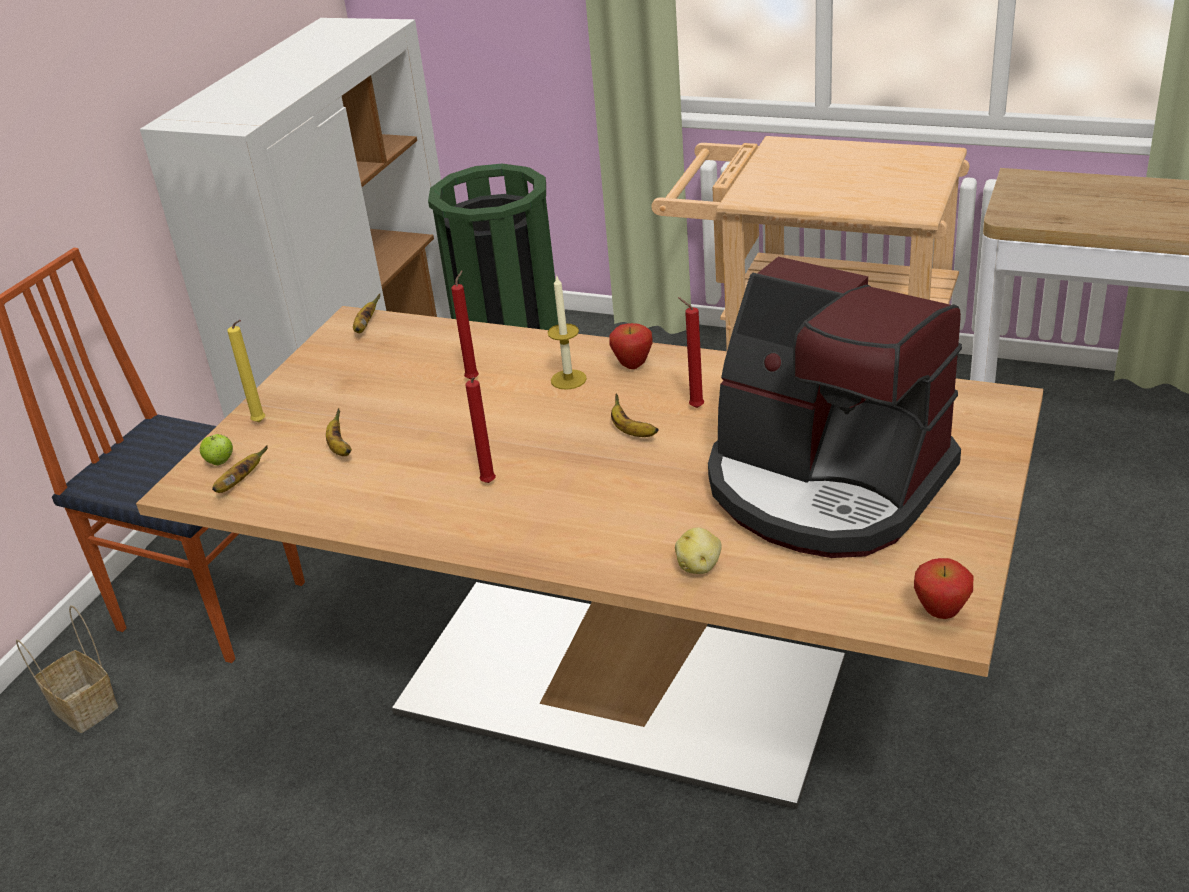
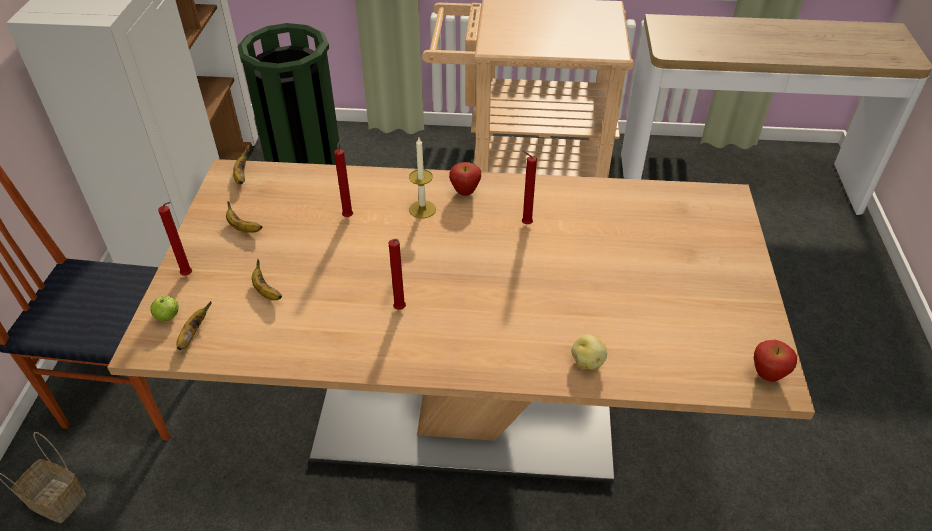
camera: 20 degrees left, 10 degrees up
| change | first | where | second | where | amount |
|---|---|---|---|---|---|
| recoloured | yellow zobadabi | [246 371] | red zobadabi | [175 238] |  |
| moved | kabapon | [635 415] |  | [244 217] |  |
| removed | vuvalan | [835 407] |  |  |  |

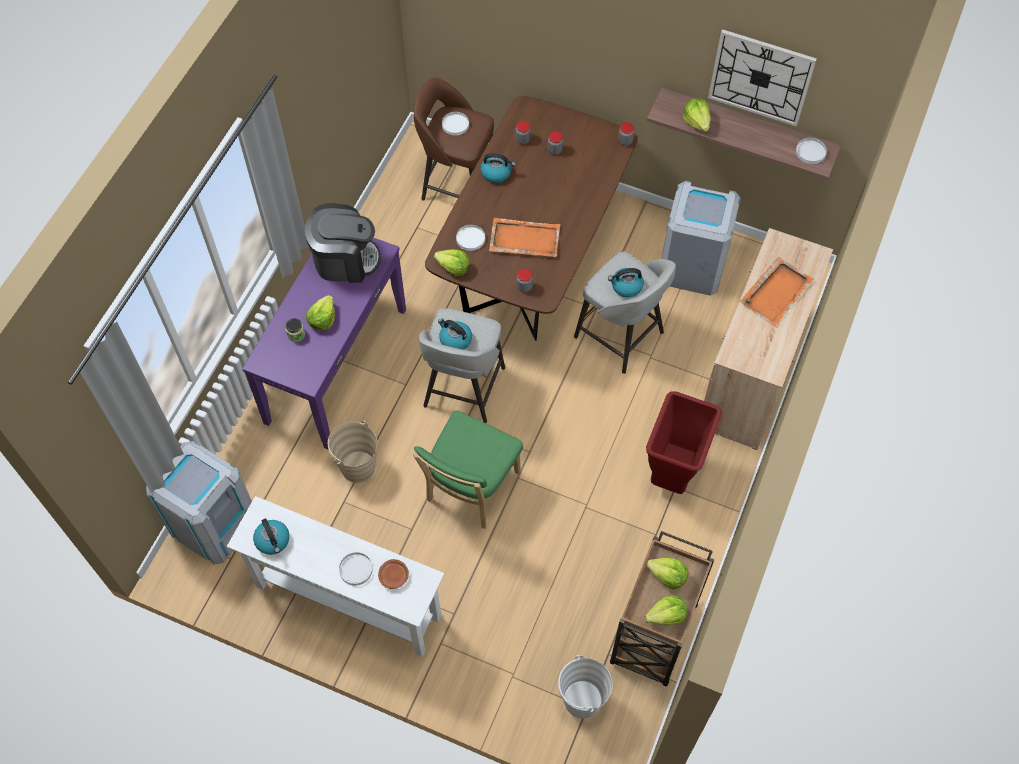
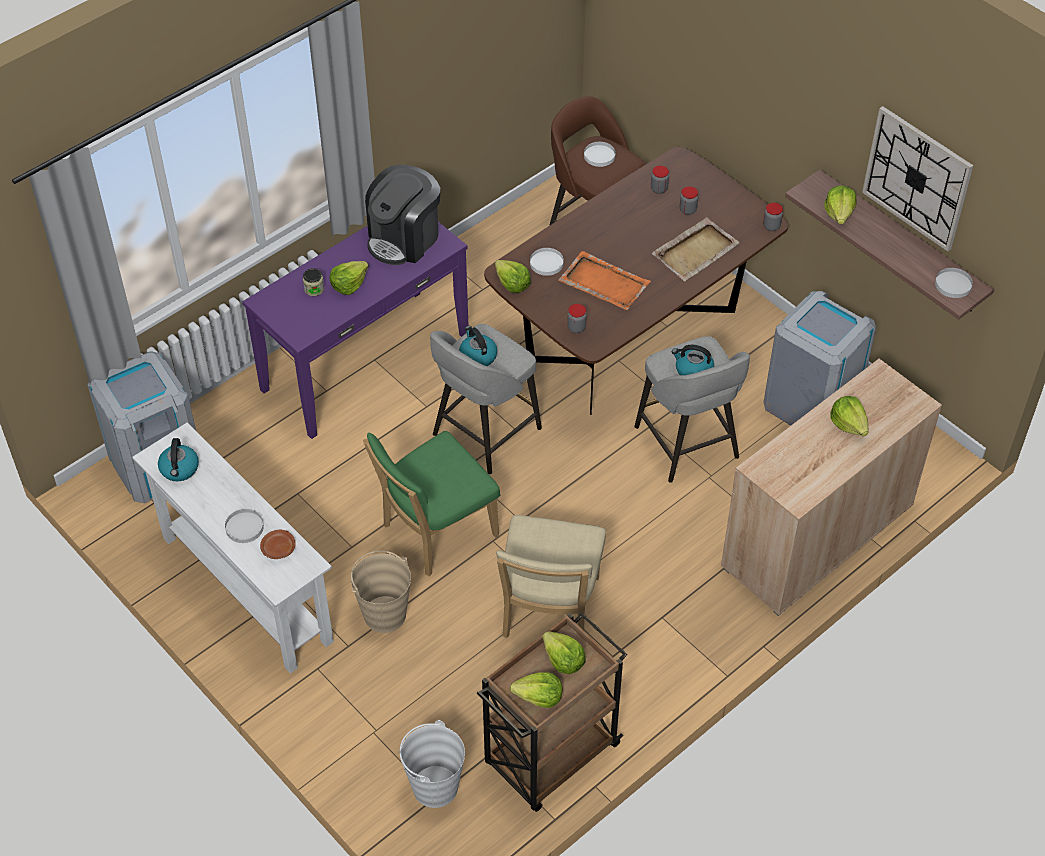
camera: 25 degrees right, 10 degrees down
| change | first | where | second | where | amount |
|---|---|---|---|---|---|
| turned | vuvalan | [343 243] |  | [402 214] | 105 degrees clockwise |
| moved | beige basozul | [352 451] |  | [381 592] |  |
| removed | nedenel | [498 168] |  |  |  |
| removed | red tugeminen | [684 442] |  |  |  |
| replaced | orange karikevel | [777 292] | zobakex | [849 416] |  |
| added |  |  | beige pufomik | [551 576] |  |
| added |  |  | beige karikevel | [696 249] |  |

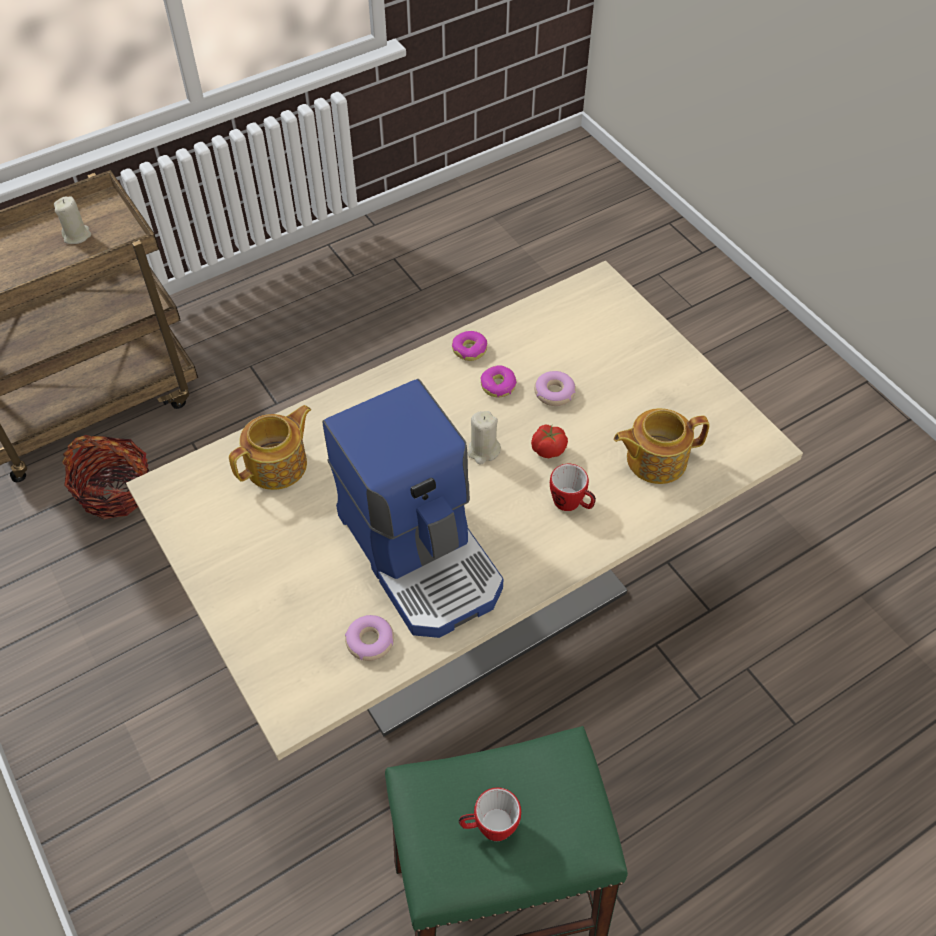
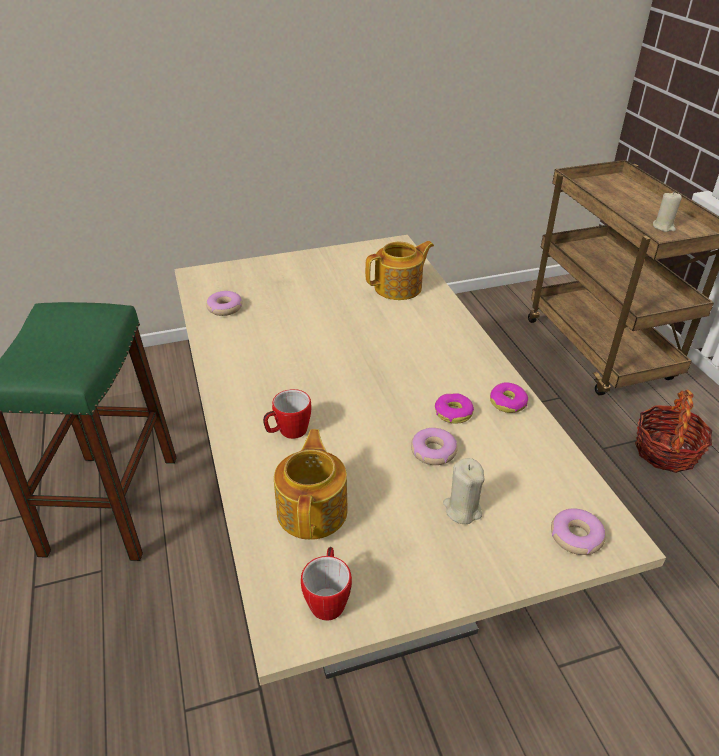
camera: 105 degrees right, 15 degrees down
| change | first | where | second | where | amount |
|---|---|---|---|---|---|
| moved | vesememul | [105 477] |  | [673 431] |  |
| turned | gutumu | [270 447] |  | [399 270] | 90 degrees counterclockwise |
| removed | vuvalan | [413 508] |  |  |  |
| moved | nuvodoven | [490 814] |  | [326 584] |  |
| moved | beige zobadabi | [484 438] |  | [463 491] |  |
| removed | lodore | [549 441] |  |  |  |
| added |  |  | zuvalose | [578 531] |  |

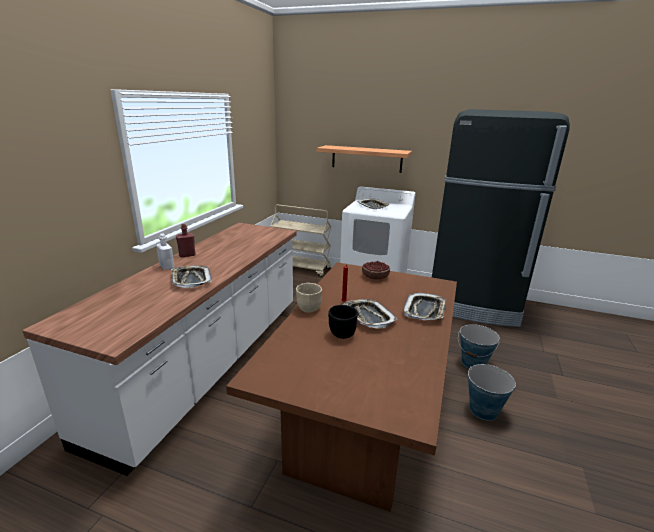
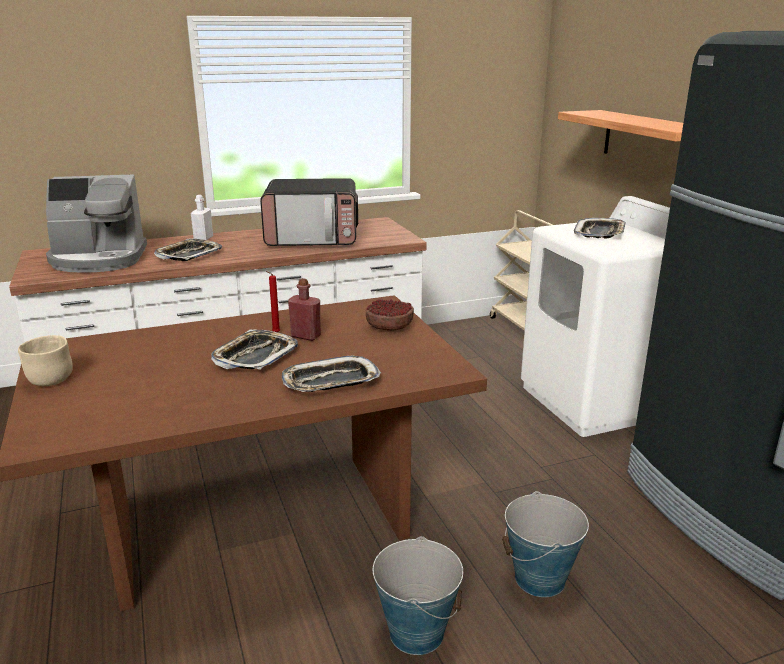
camera: 50 degrees right, 0 degrees up
| change | first | where | second | where | amount |
|---|---|---|---|---|---|
| moved | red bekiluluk | [185 240] |  | [304 309] |  |
| moved | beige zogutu | [309 298] |  | [45 360] |  |
| removed | black zogutu | [343 322] |  |  |  |
| added |  |  | vuvalan | [96 224] |  |
| added |  |  | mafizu | [309 212] |  |

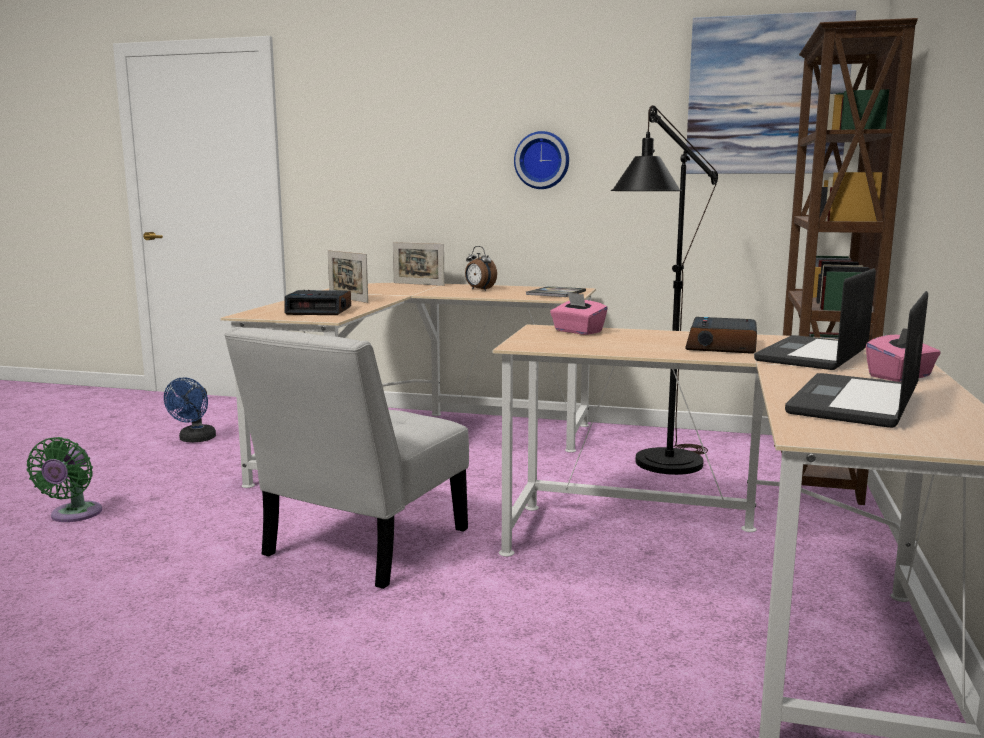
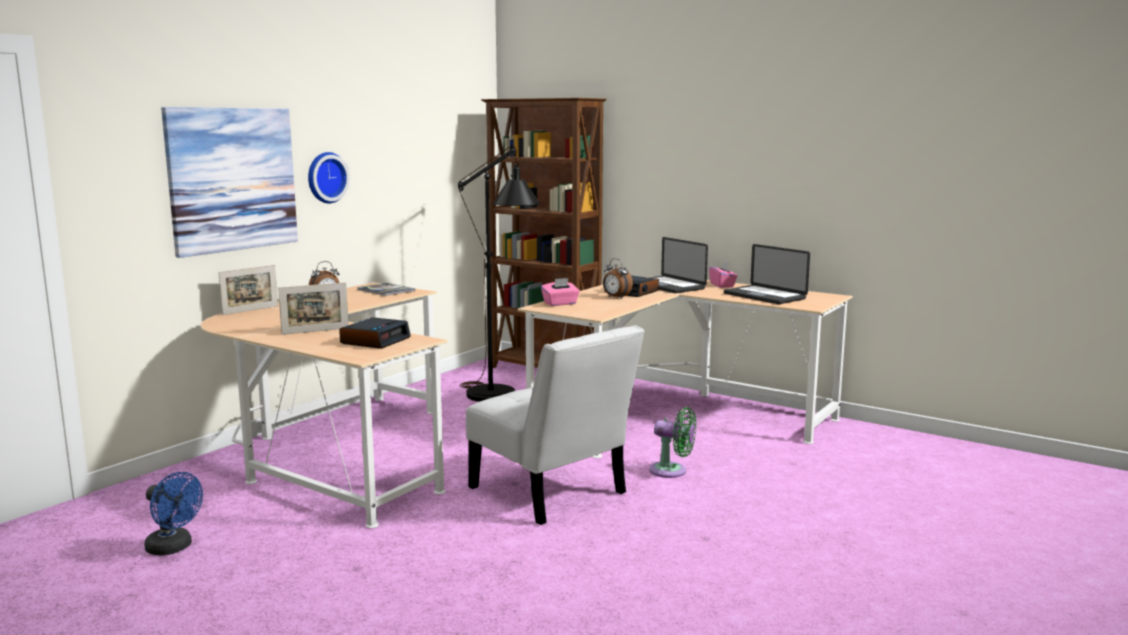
camera: 70 degrees left, 0 degrees up
| change | first | where | second | where | amount |
|---|---|---|---|---|---|
| moved | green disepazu | [64 479] |  | [673 442] |  |
| moved | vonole | [771 92] |  | [229 182] |  |
| added |  |  | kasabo | [618 278] |  |

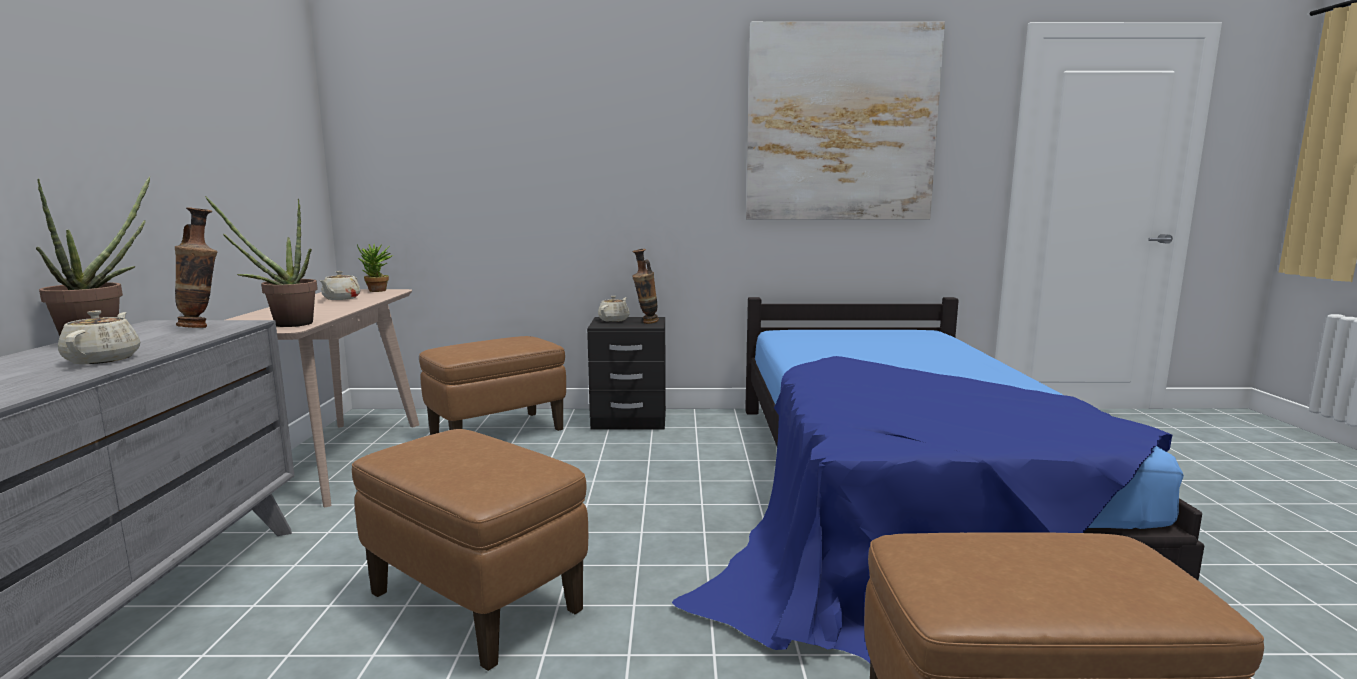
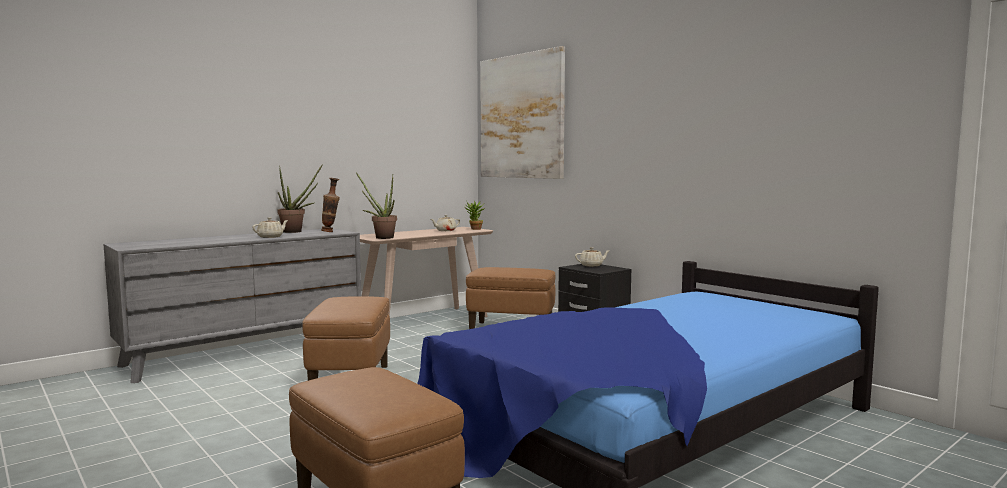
camera: 50 degrees right, 5 degrees down
| change | first | where | second | where | amount |
|---|---|---|---|---|---|
| removed | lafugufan | [645 286] |  |  |  |
| moved | vonole | [845 121] |  | [522 112] |  |

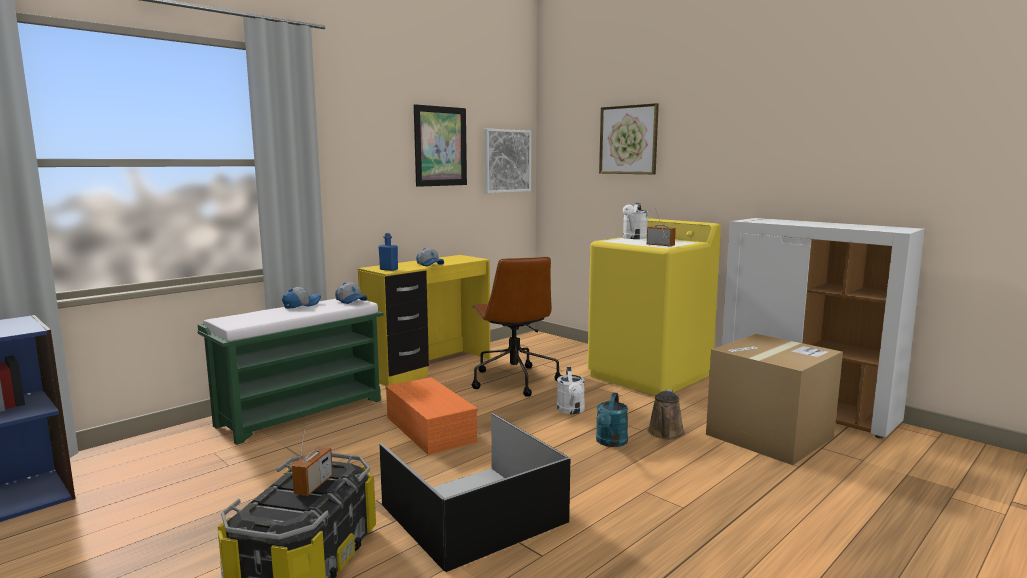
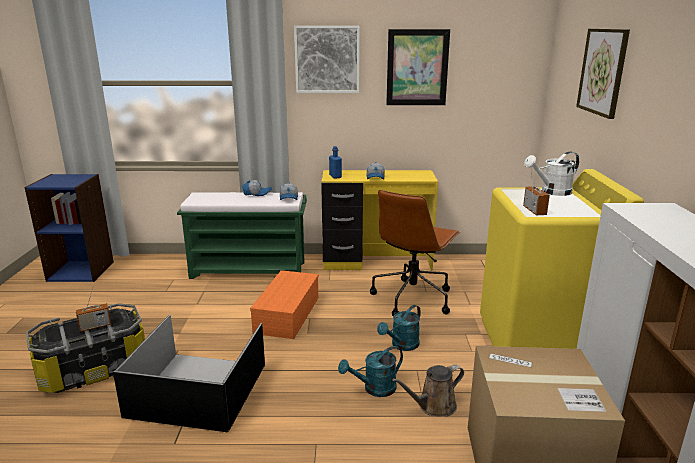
camera: 45 degrees right, 10 degrees up
| change | first | where | second | where | amount |
|---|---|---|---|---|---|
| moved | vonole | [507 161] |  | [327 59] |  |
| recoloured | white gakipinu | [571 390] | turquoise gakipinu | [399 328] |  |

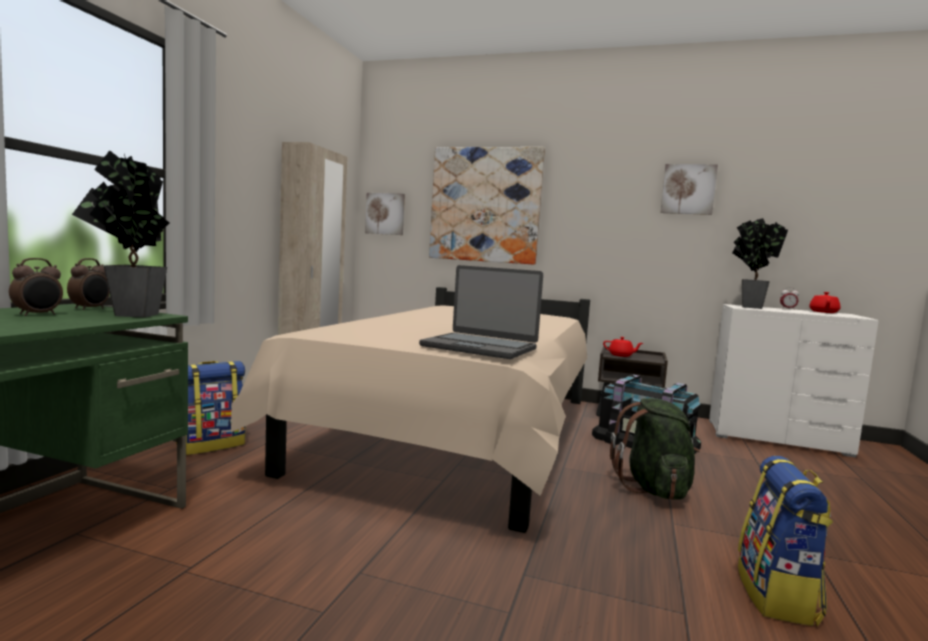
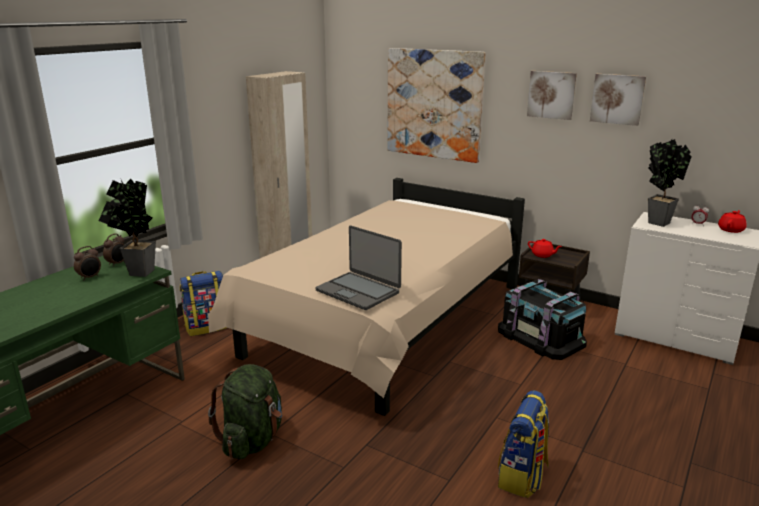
camera: 15 degrees right, 15 degrees up
| change | first | where | second | where | amount |
|---|---|---|---|---|---|
| moved | vonole | [385 214] |  | [552 95] |  |
| moved | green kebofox | [655 449] |  | [245 411] |  |

